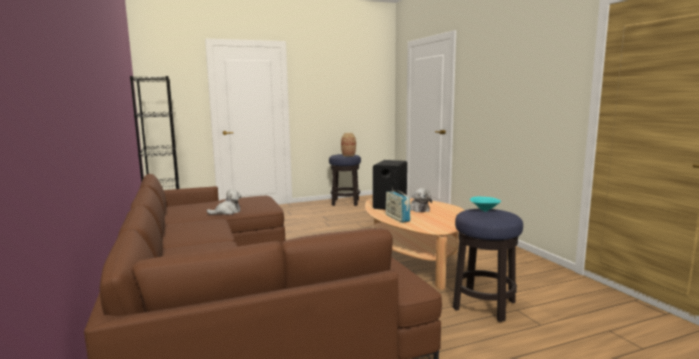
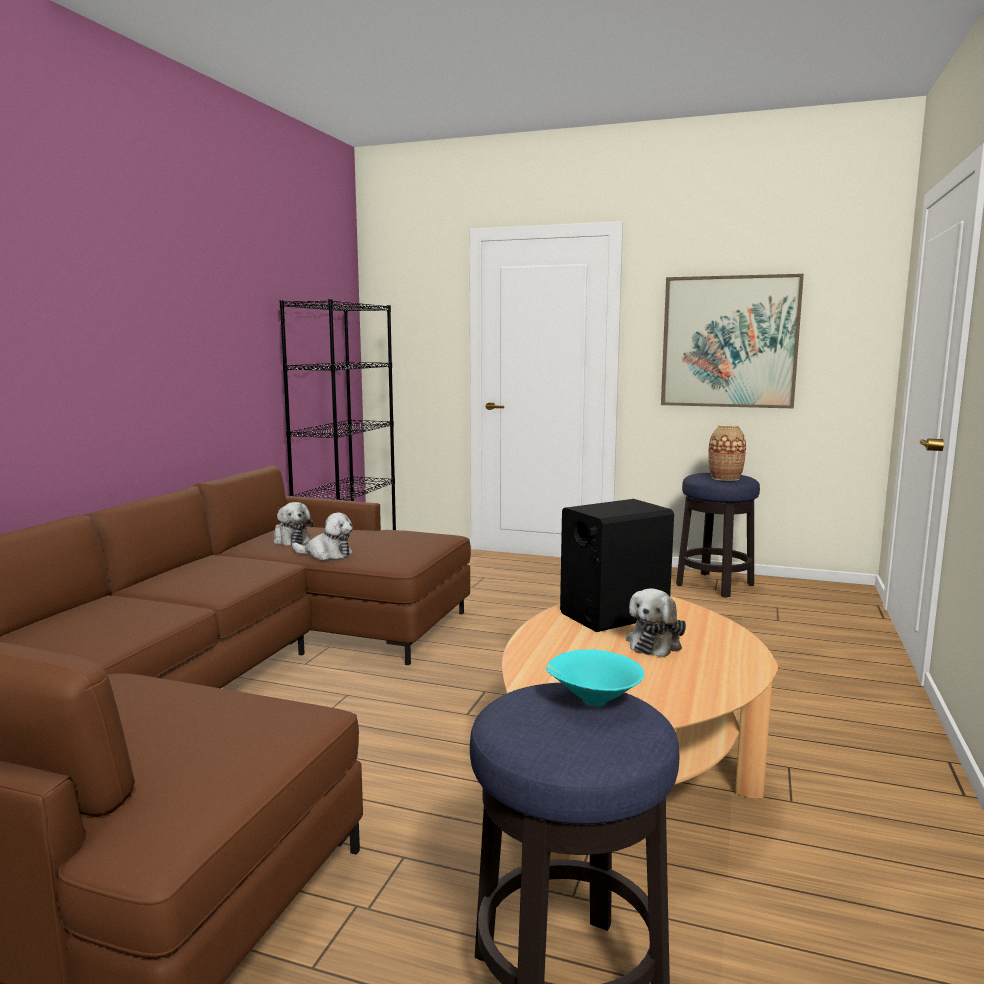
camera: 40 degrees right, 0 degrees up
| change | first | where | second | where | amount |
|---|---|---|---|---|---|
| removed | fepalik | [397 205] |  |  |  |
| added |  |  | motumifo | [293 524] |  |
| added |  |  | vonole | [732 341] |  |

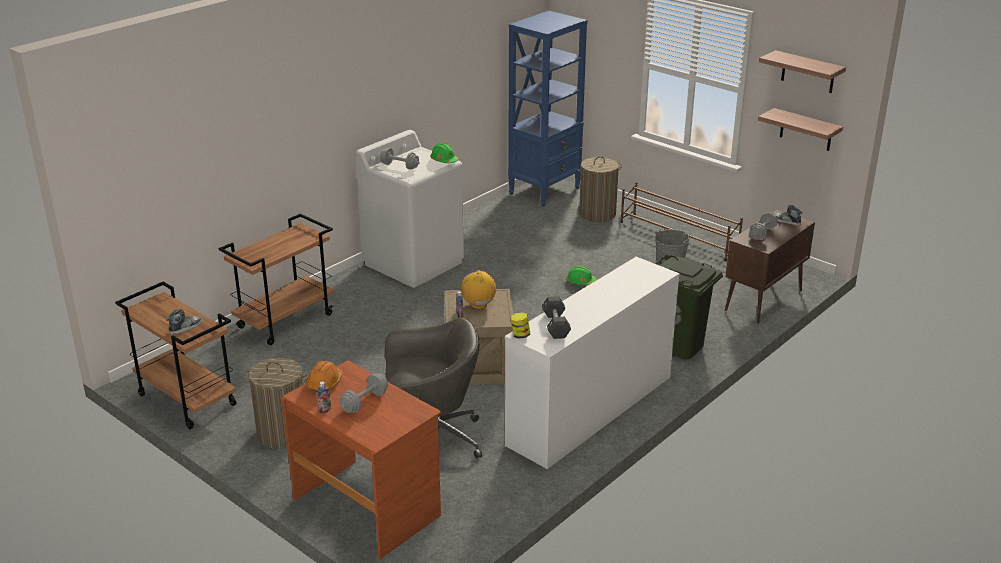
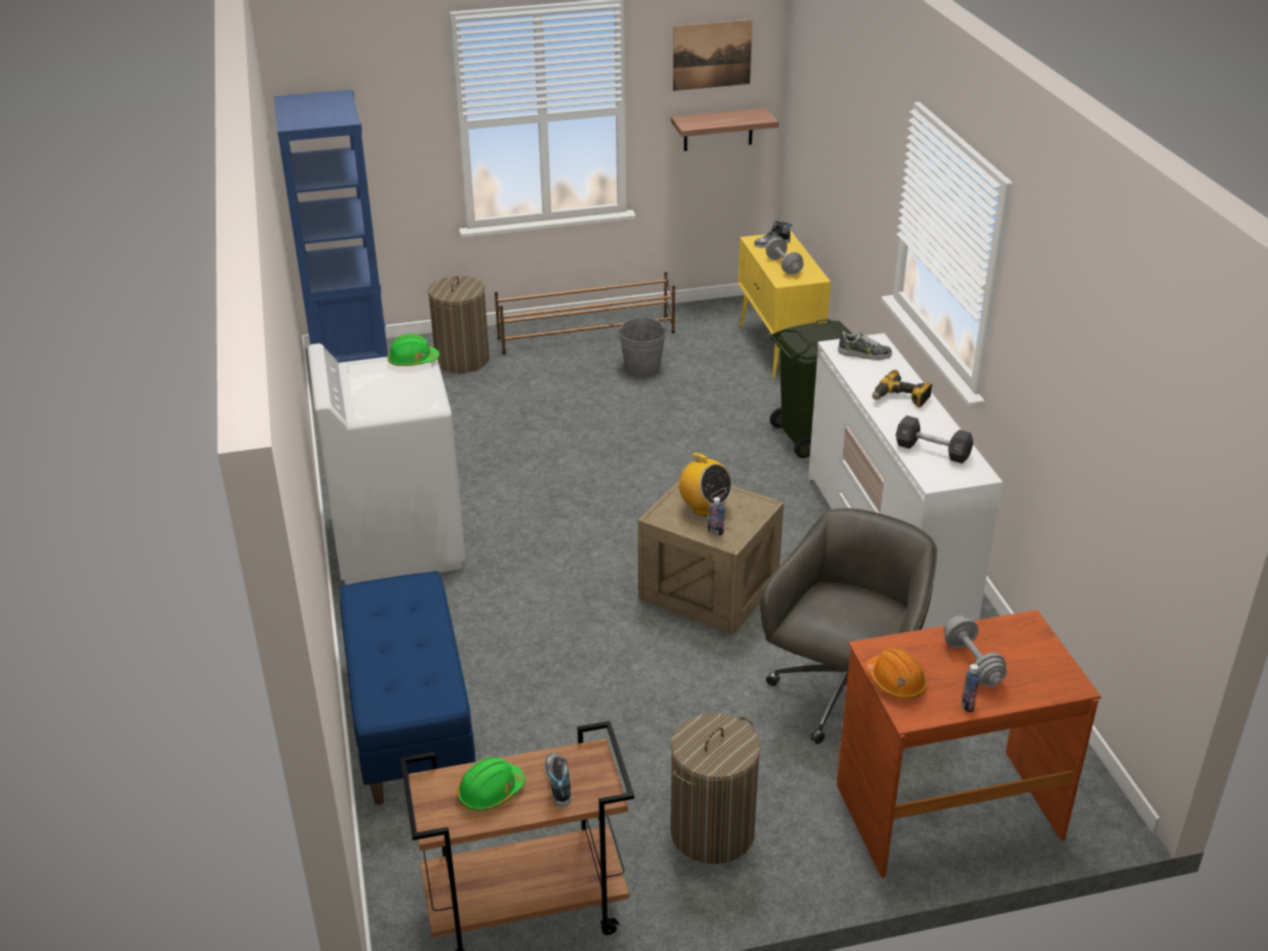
camera: 55 degrees left, 5 degrees up
| change | first | where | second | where | amount |
|---|---|---|---|---|---|
| replaced | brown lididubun | [276 279] | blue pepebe | [408 688] |  |
| removed | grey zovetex | [400 159] |  |  |  |
| turned | fepalik | [478 289] |  | [704 484] | 150 degrees counterclockwise |
| removed | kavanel | [520 325] |  |  |  |
| moved | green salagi | [581 275] |  | [491 784] |  |
| recoloured | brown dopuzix | [770 267] | yellow dopuzix | [784 305] |  |
| replaced | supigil | [802 71] | vonole | [712 55] |  |
| added |  |  | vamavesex | [865 345] |  |
| added |  |  | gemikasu | [902 389] |  |

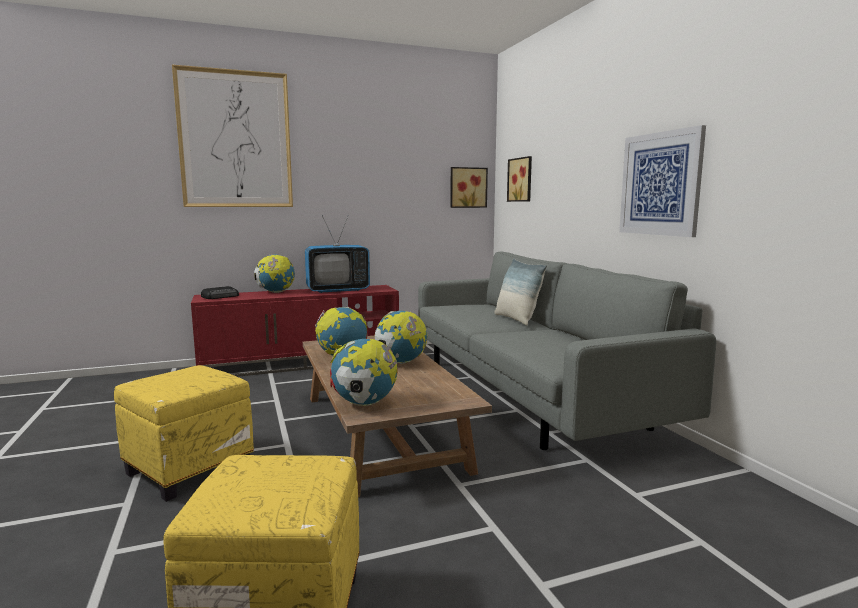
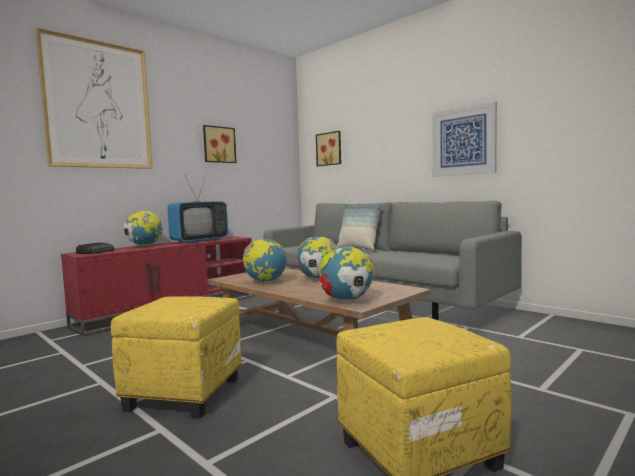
camera: 25 degrees left, 5 degrees down
| change | first | where | second | where | amount |
|---|---|---|---|---|---|
| moved | vonole | [469 187] |  | [220 144] |  |

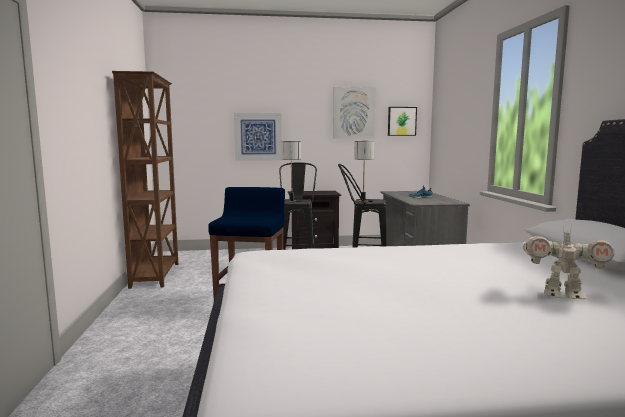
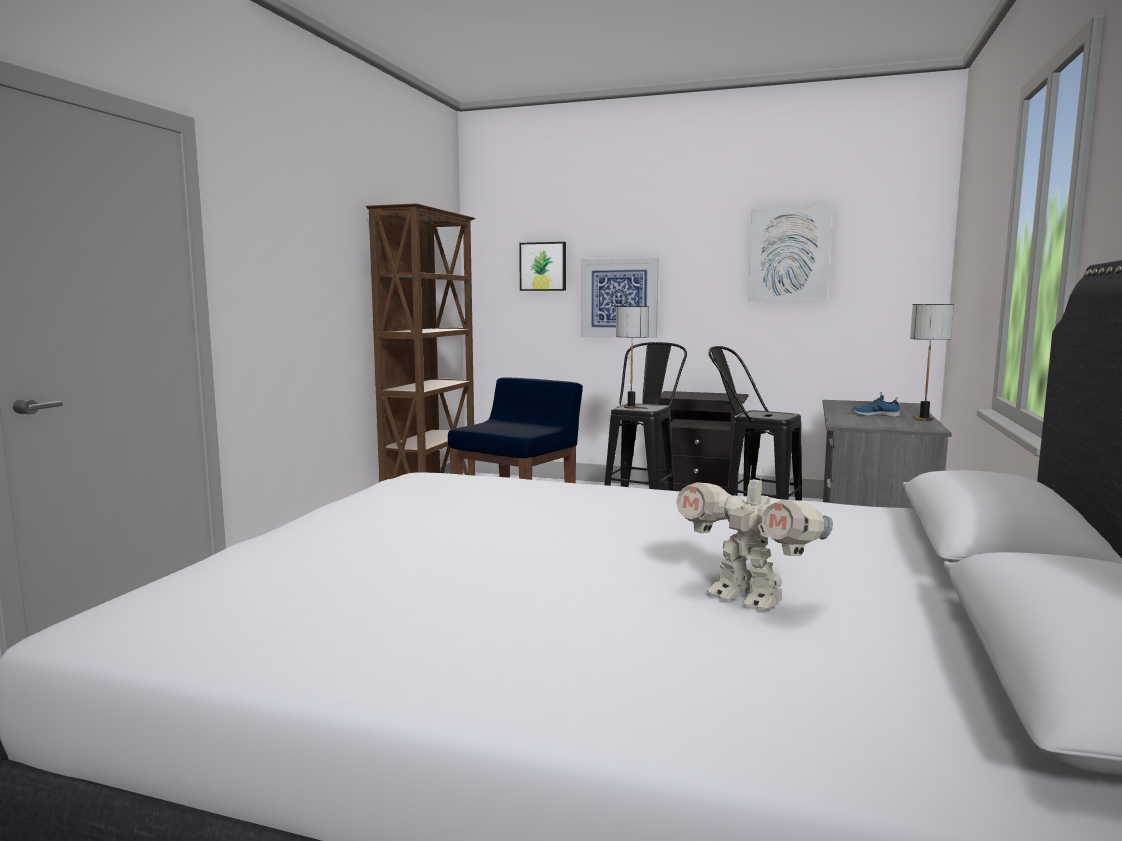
camera: 25 degrees right, 0 degrees up
| change | first | where | second | where | amount |
|---|---|---|---|---|---|
| moved | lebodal | [364 171] |  | [932 362] |  |
| moved | vonole | [402 121] |  | [542 266] |  |

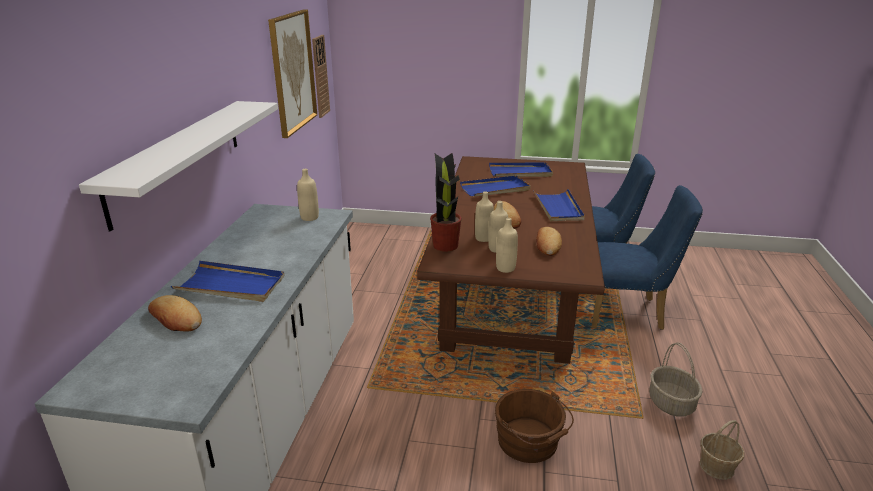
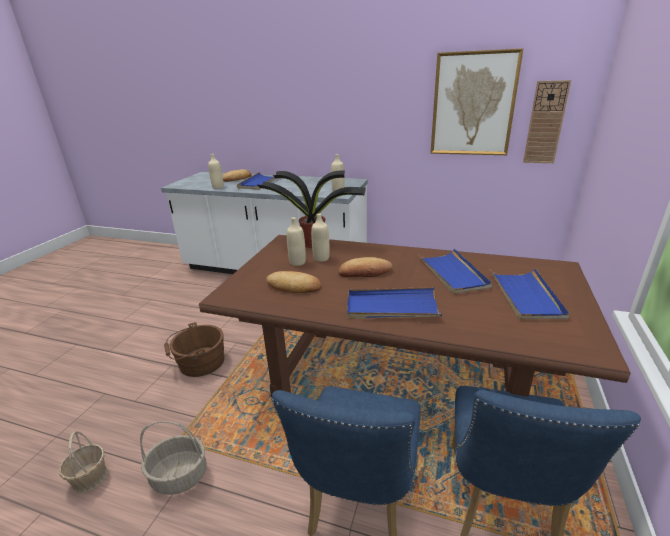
camera: 100 degrees right, 0 degrees up
| change | first | where | second | where | amount |
|---|---|---|---|---|---|
| removed | white supigil | [178 166] |  |  |  |
| moved | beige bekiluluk | [507 245] |  | [216 171] |  |

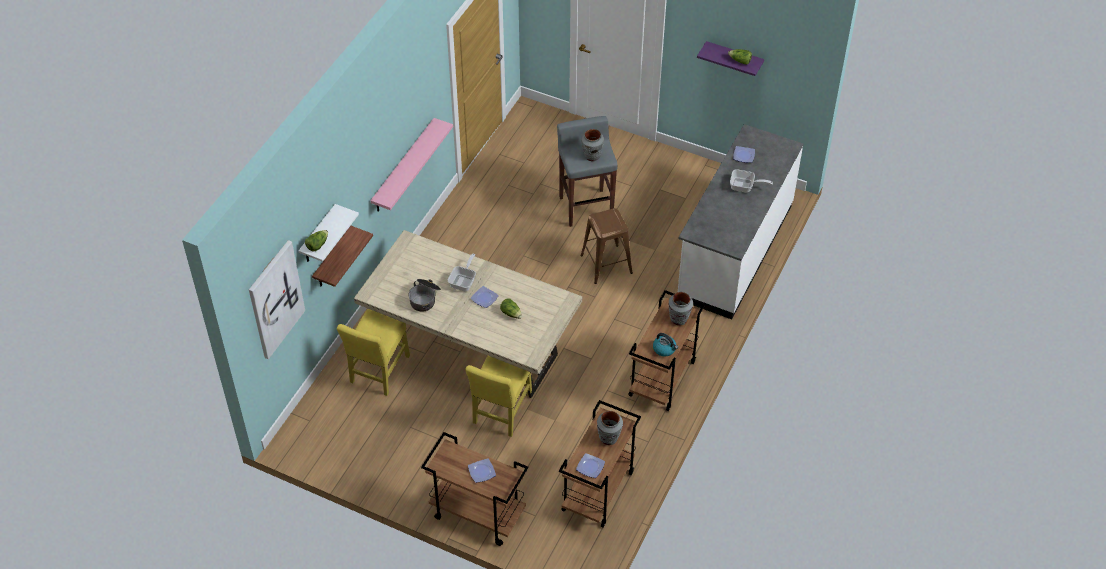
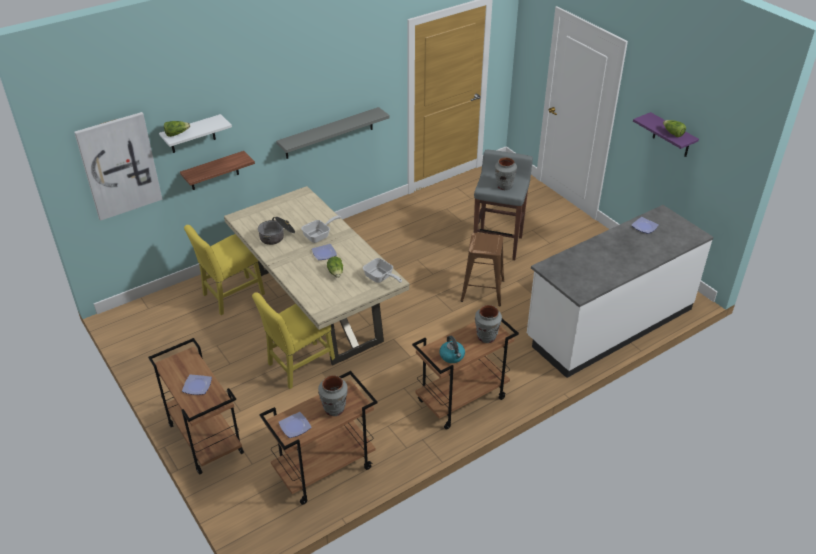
camera: 30 degrees right, 10 degrees down
| change | first | where | second | where | amount |
|---|---|---|---|---|---|
| recoloured | pink supigil | [412 165] | grey supigil | [333 133] |  |
| moved | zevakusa | [751 180] |  | [382 270] |  |

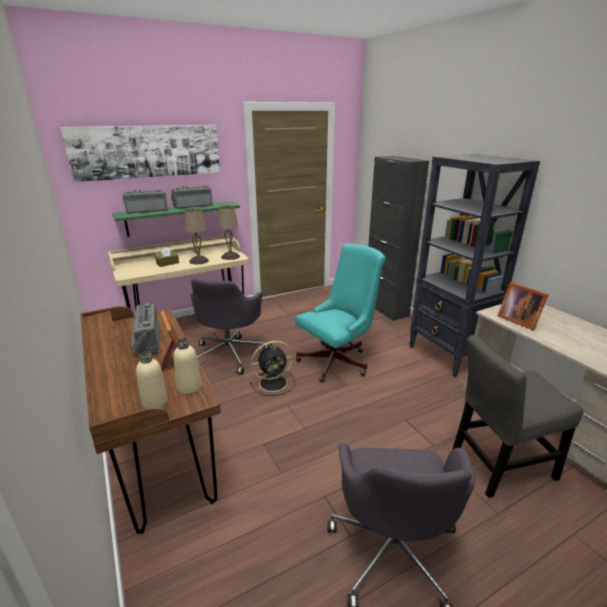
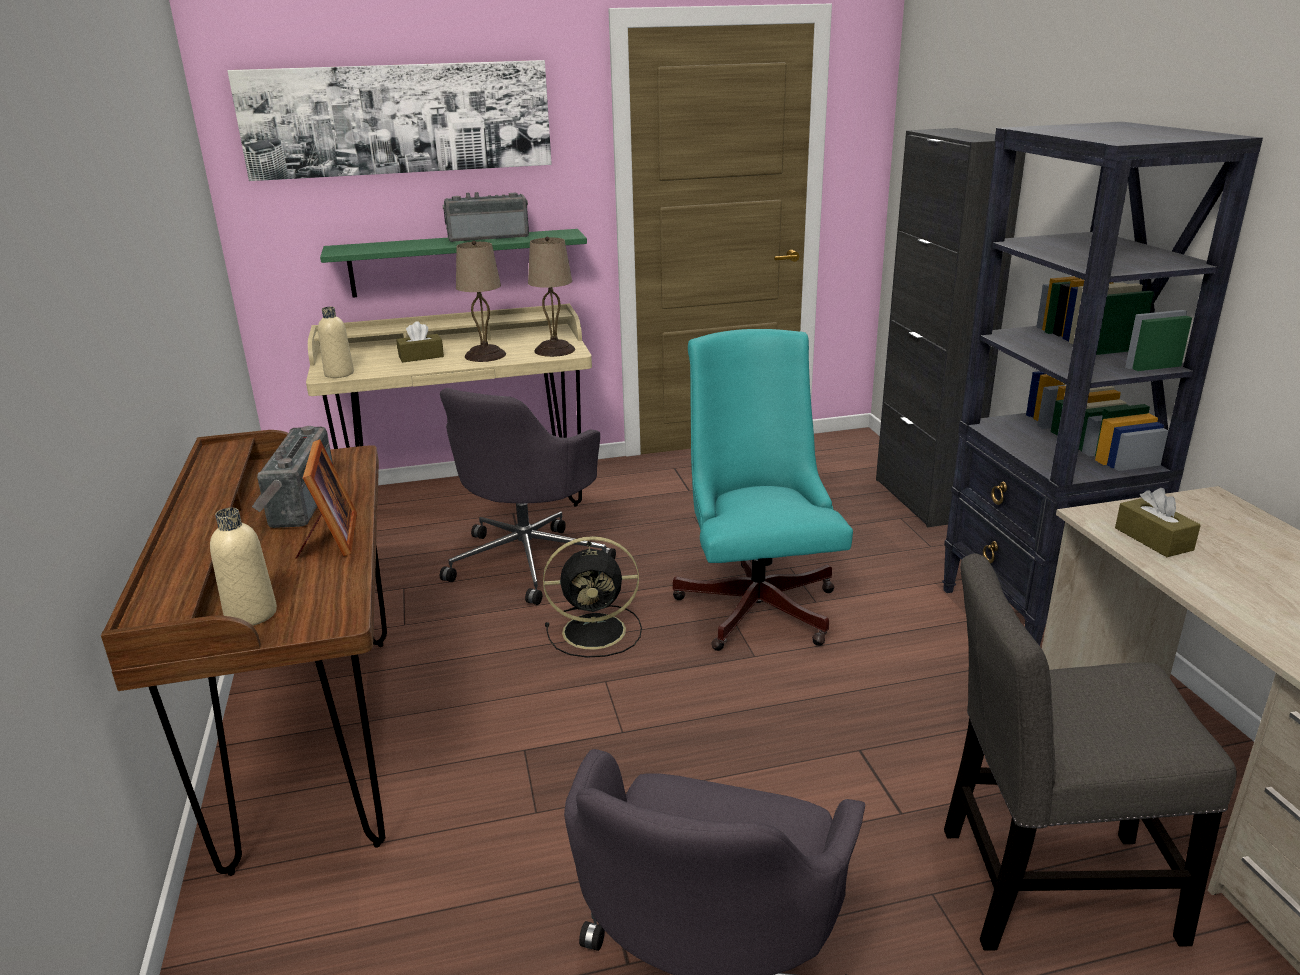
camera: 15 degrees right, 0 degrees up
| change | first | where | second | where | amount |
|---|---|---|---|---|---|
| removed | fepalik | [144 201] |  |  |  |
| moved | beige bekiluluk | [187 366] |  | [336 342] |  |
| turned | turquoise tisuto | [340 312] |  | [763 490] | 75 degrees counterclockwise |
| replaced | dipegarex | [523 306] | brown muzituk | [1158 522] |  |

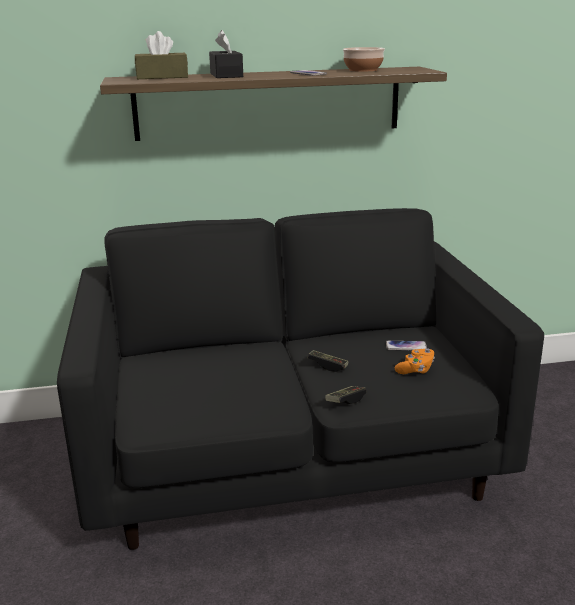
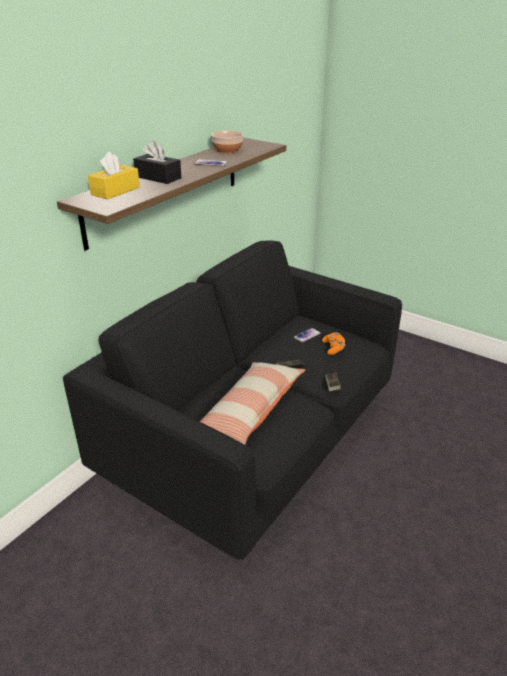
camera: 45 degrees left, 10 degrees up
| change | first | where | second | where | amount |
|---|---|---|---|---|---|
| recoloured | brown muzituk | [161 55] | yellow muzituk | [114 176] |  |
| added |  |  | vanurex | [252 403] |  |

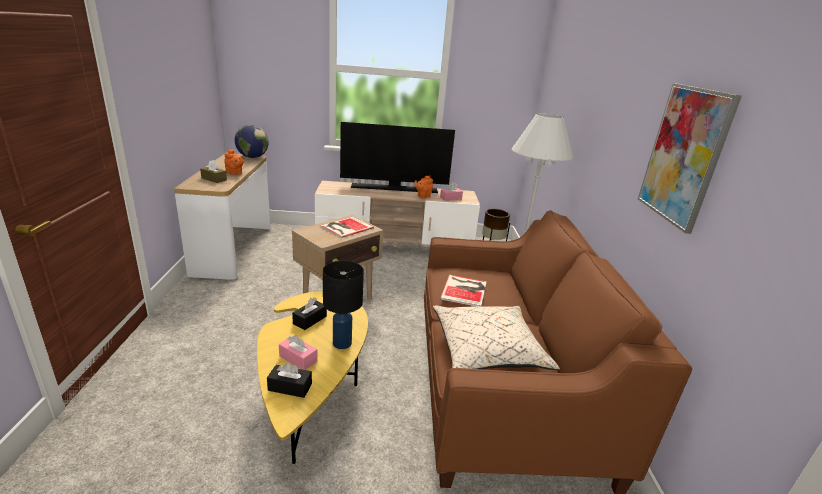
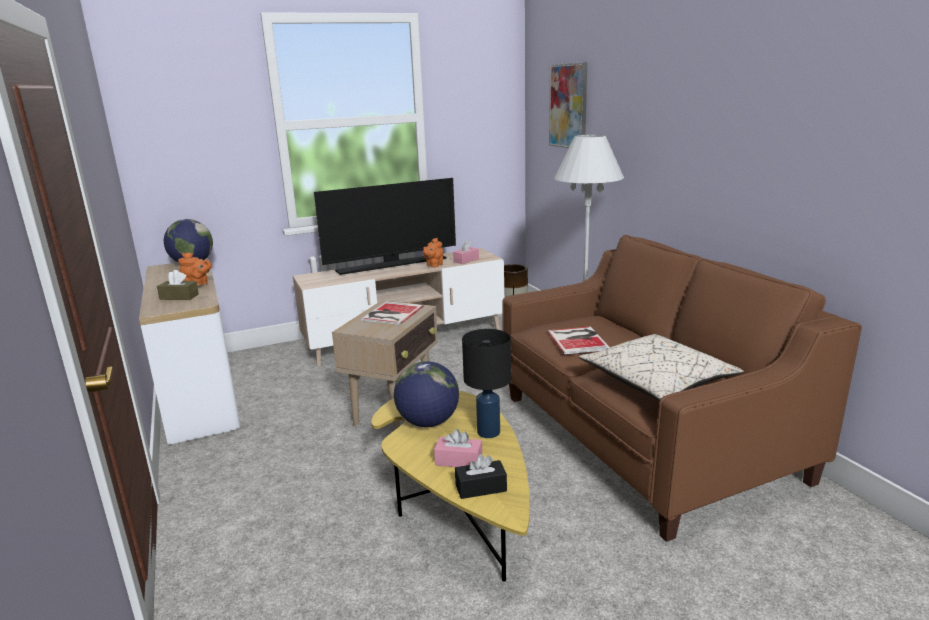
camera: 20 degrees left, 5 degrees down
| change | first | where | second | where | amount |
|---|---|---|---|---|---|
| replaced | black muzituk | [309 313] | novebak | [426 394] |  |
| moved | vonole | [690 158] |  | [568 105] |  |

